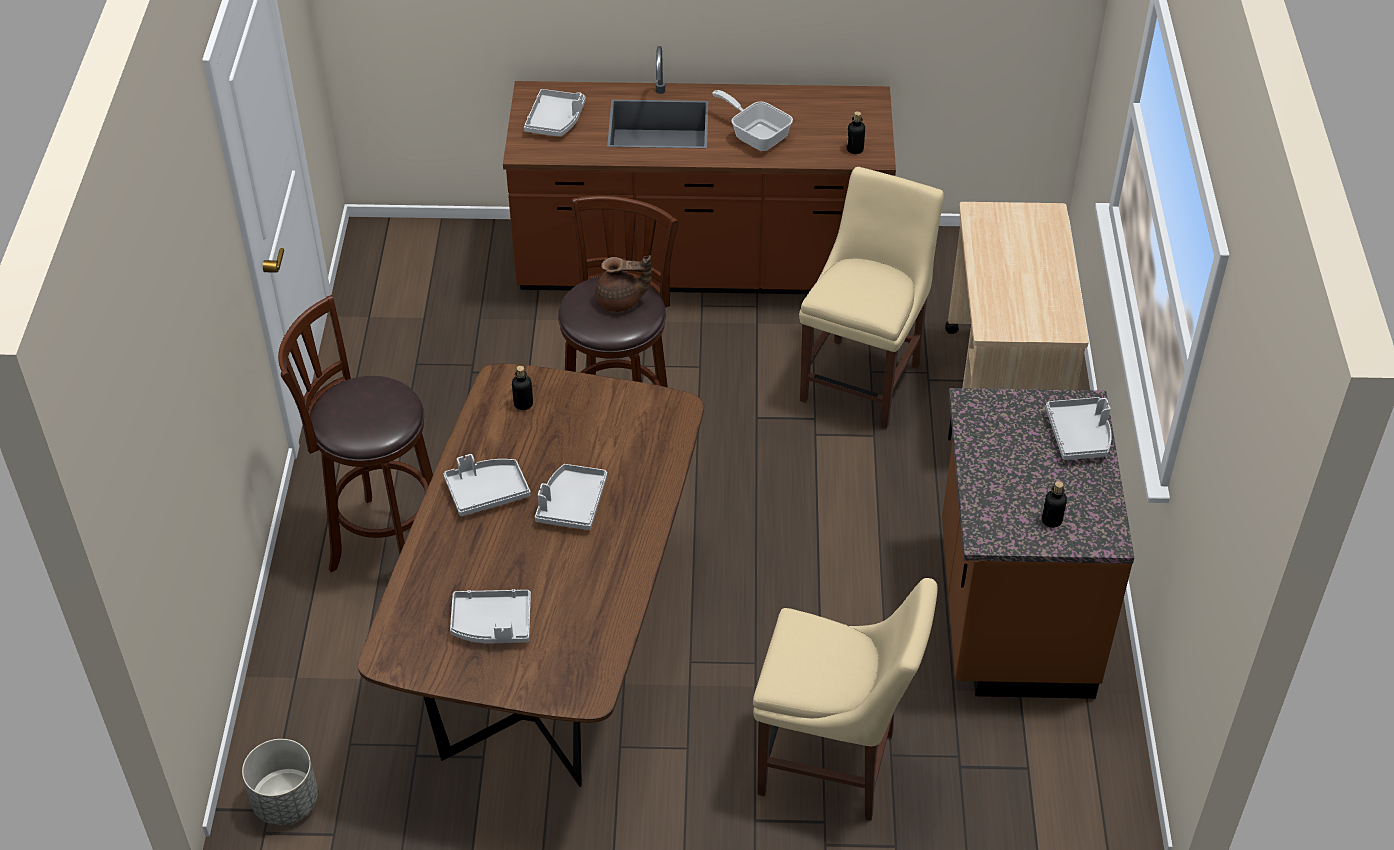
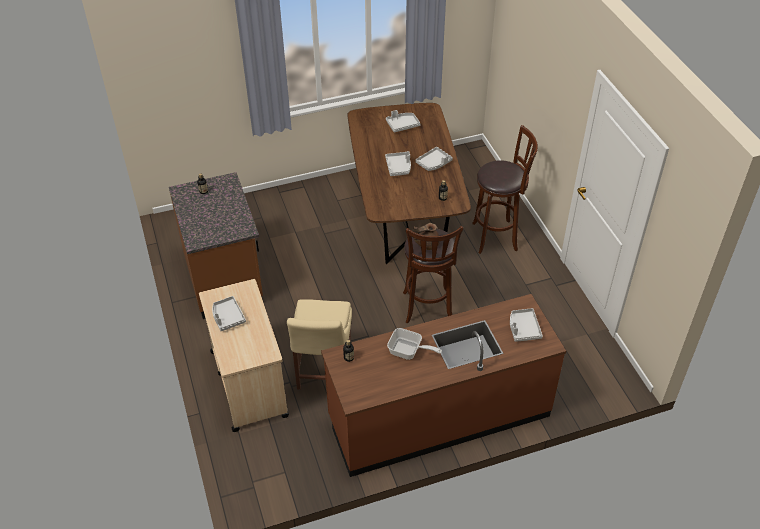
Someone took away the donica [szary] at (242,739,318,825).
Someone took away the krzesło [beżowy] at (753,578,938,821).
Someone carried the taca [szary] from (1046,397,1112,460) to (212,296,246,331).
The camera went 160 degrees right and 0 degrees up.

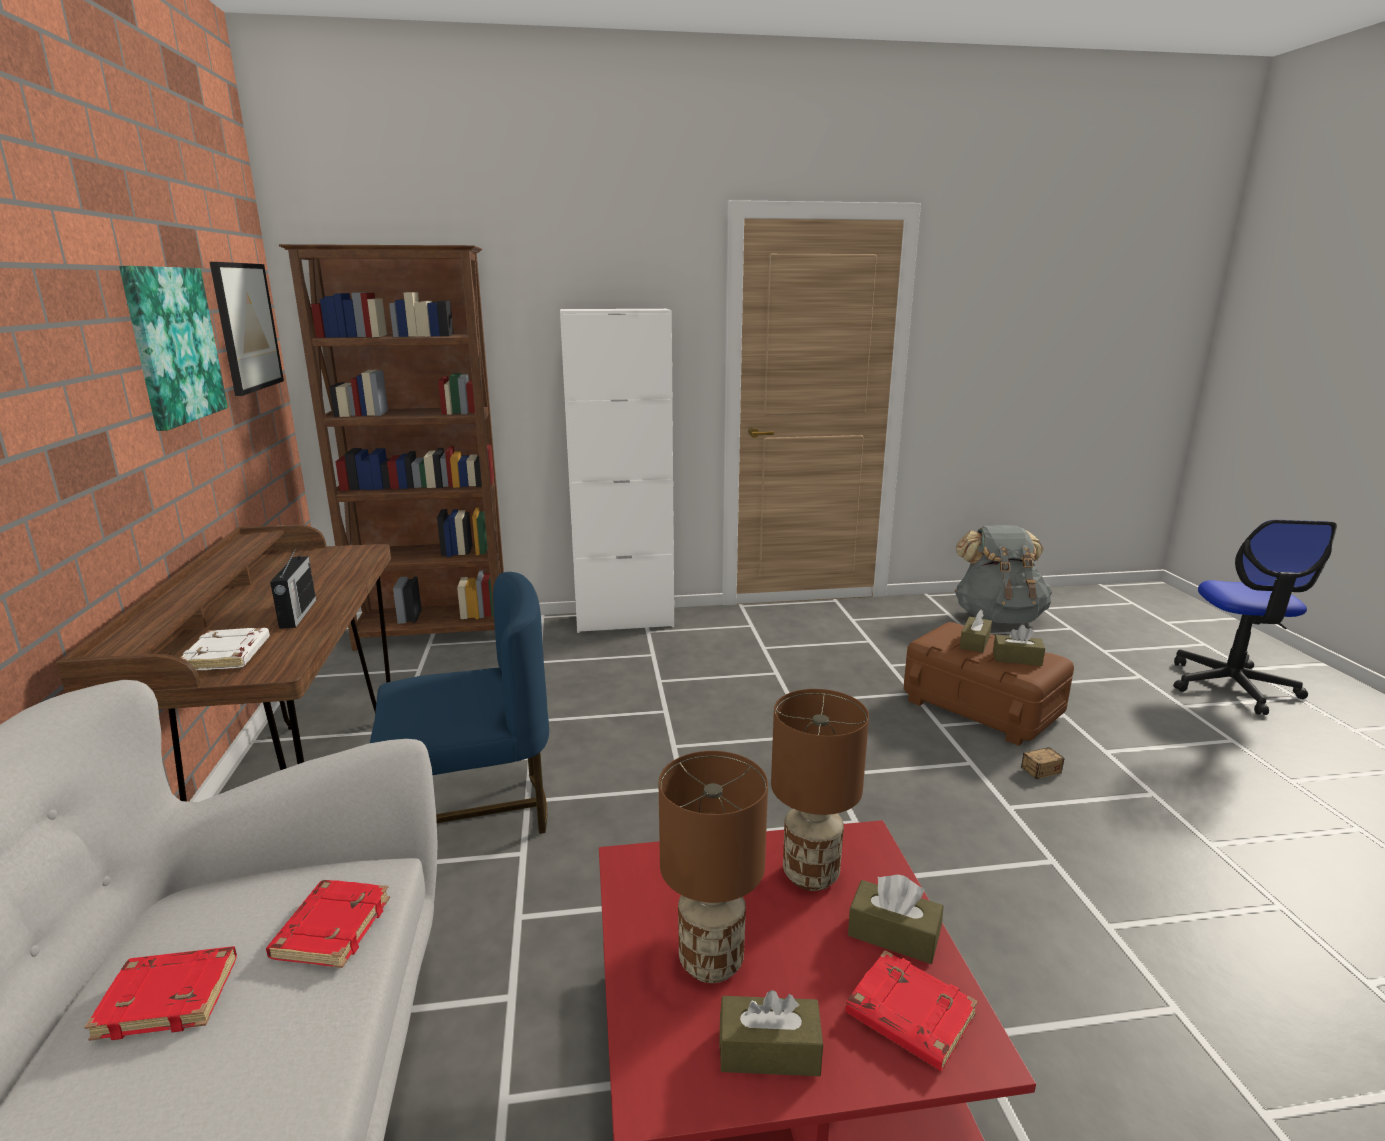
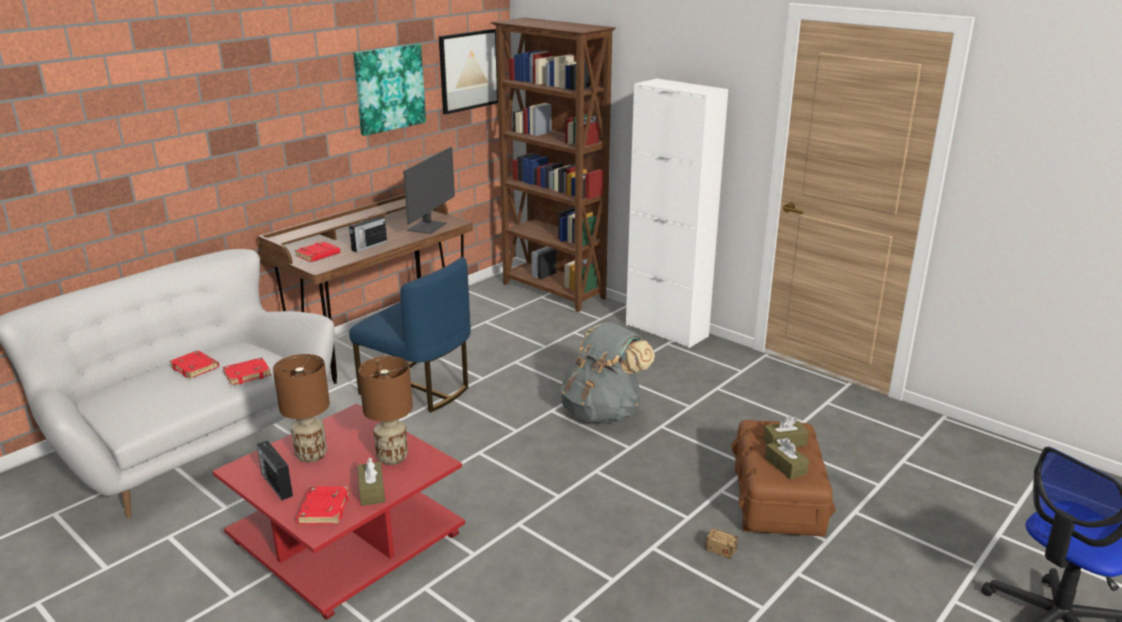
Someone repainted the książka [biały] at (181,627,270,670), which became the książka [czerwony] at (295,241,340,262).
Someone swapped the pudełko chusteczek [brązowy] at (719,990,823,1076) for the radio at (257,440,293,500).
Someone carried the plecak [szary] from (955,525,1052,624) to (560,322,655,423).
Someone put down the monitor at (403,147,455,234).
The camera went 50 degrees right and 5 degrees up.

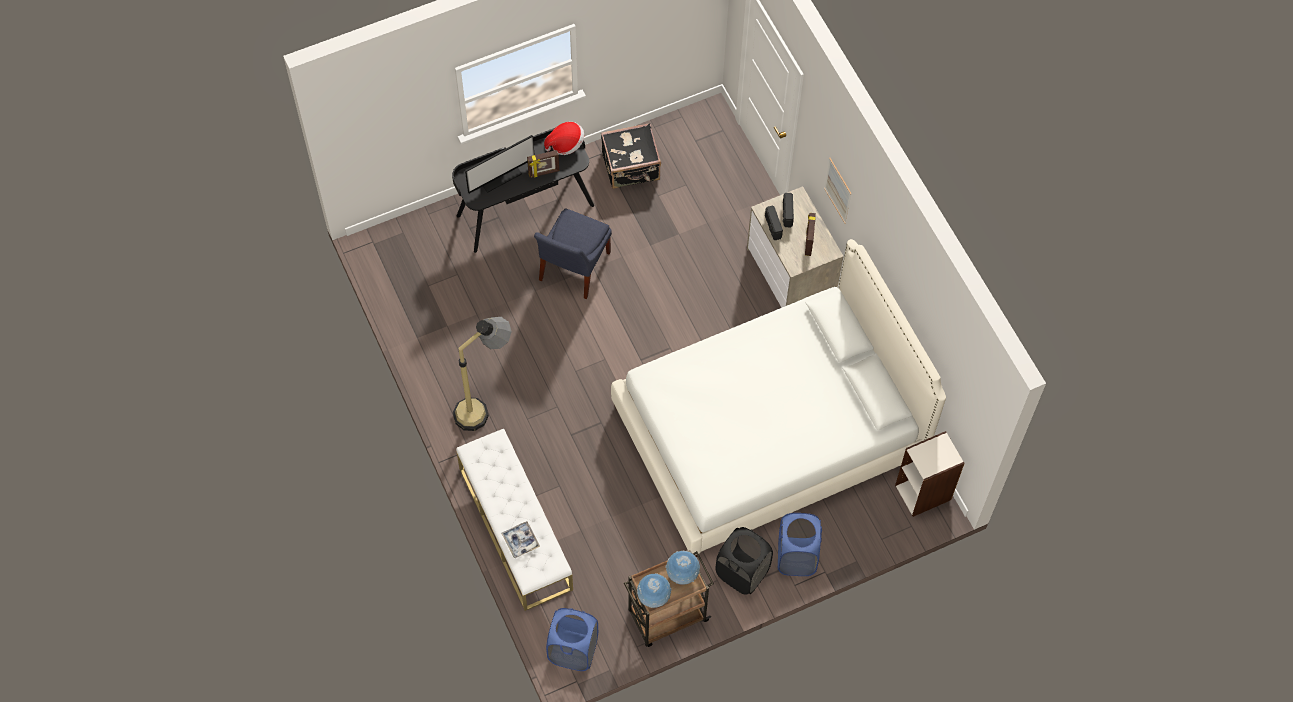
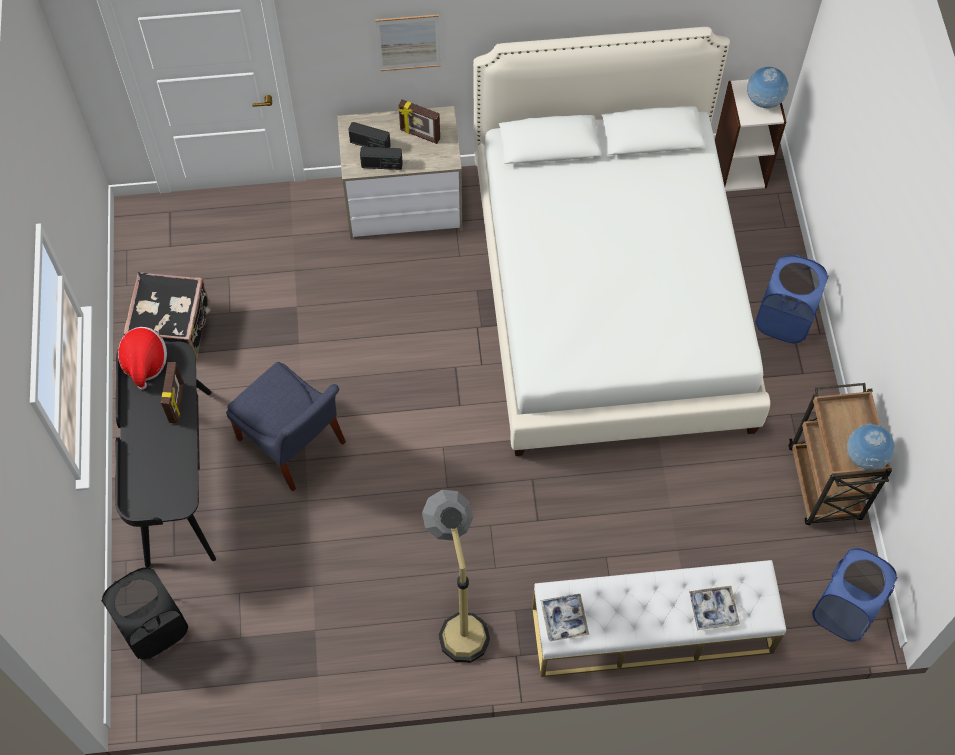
Someone took away the monitor at (465,135,535,193).
Someone carried the globus from (665,550,700,585) to (747,67,789,108).
Someone carried the kosz na pranie [czarny] from (715,527,773,595) to (101,567,188,659).
Someone put down the taca at (541,594,589,641).
The camera went 70 degrees left and 0 degrees up.

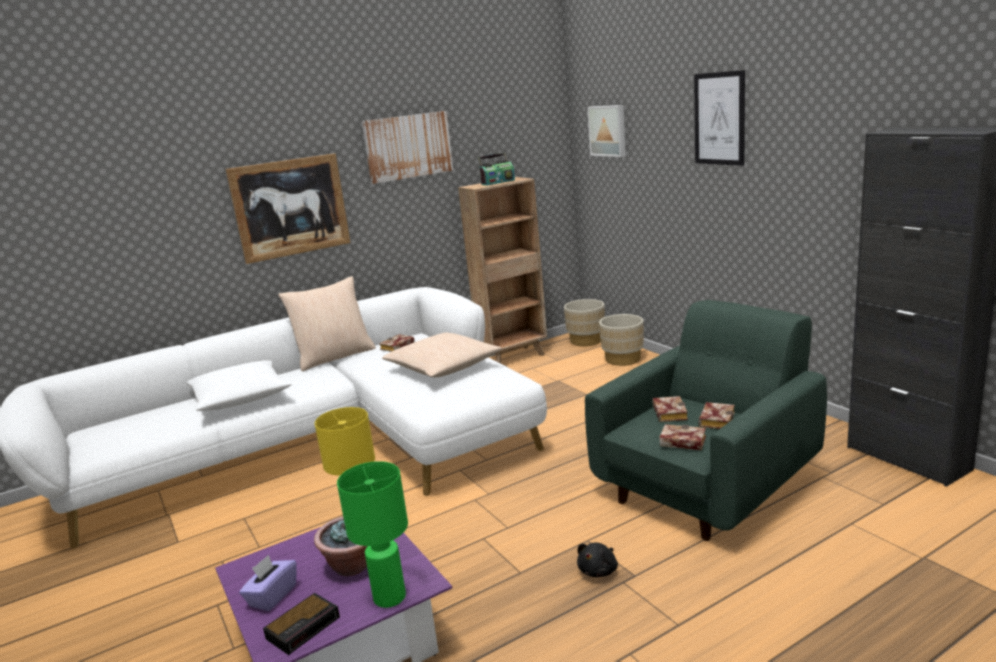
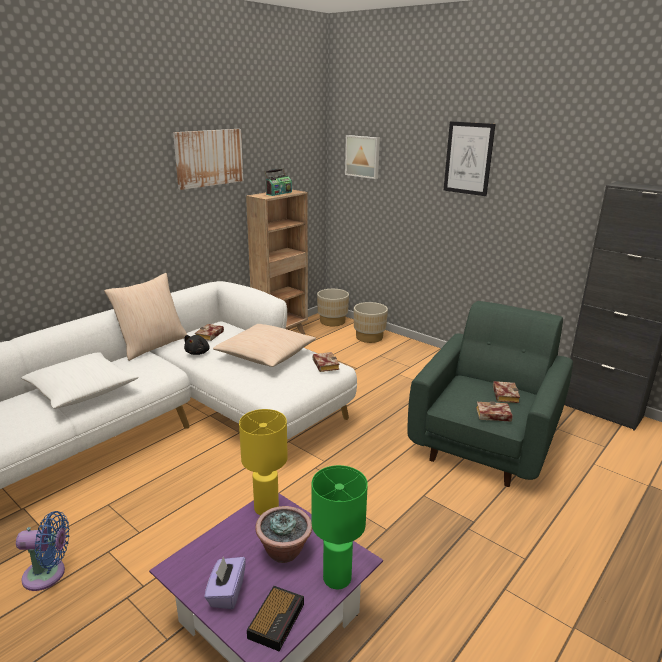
Someone took away the obraz at (226,153,350,264).
Someone carried the pluszak [czarny] from (577,542,618,577) to (184,335,210,355).
Someone carried the książka from (652,396,688,422) to (313,352,339,372).
Someone put down the wentylator [niebieski] at (16,511,70,591).
The camera went 20 degrees left and 5 degrees up.

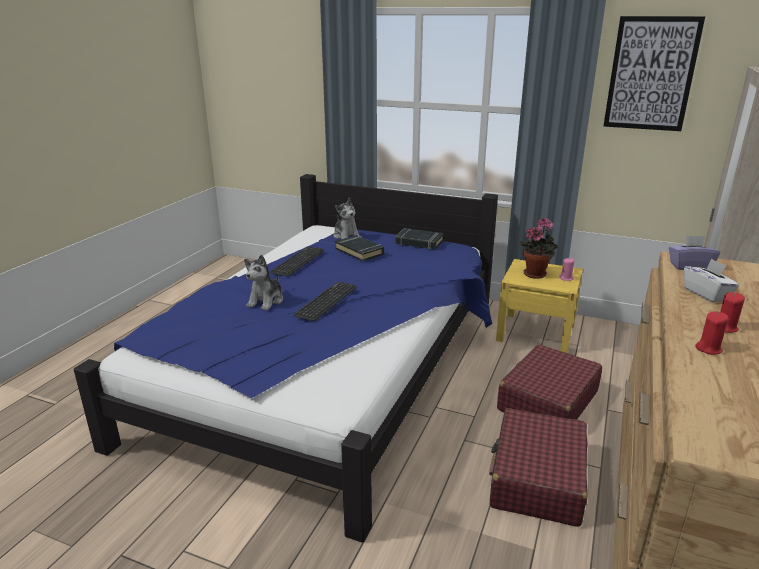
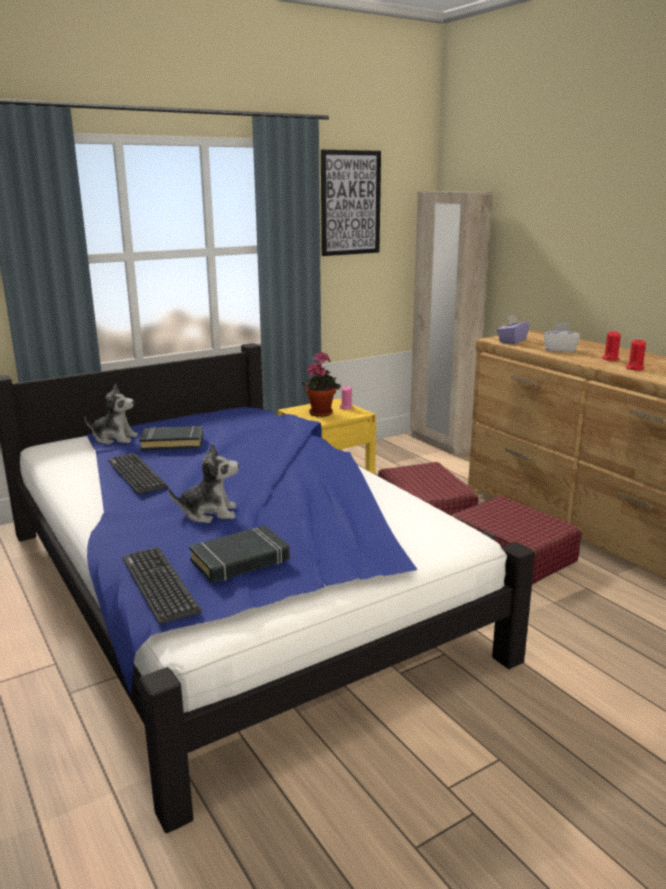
Someone rotated the pluszak at (244,255,283,310) by 60 degrees counterclockwise.
Someone carried the klawiatura from (293,282,357,321) to (123,547,202,624).
Someone carried the książka [czarny] from (395,228,444,249) to (189,525,290,583).
The camera went 55 degrees left and 5 degrees down.

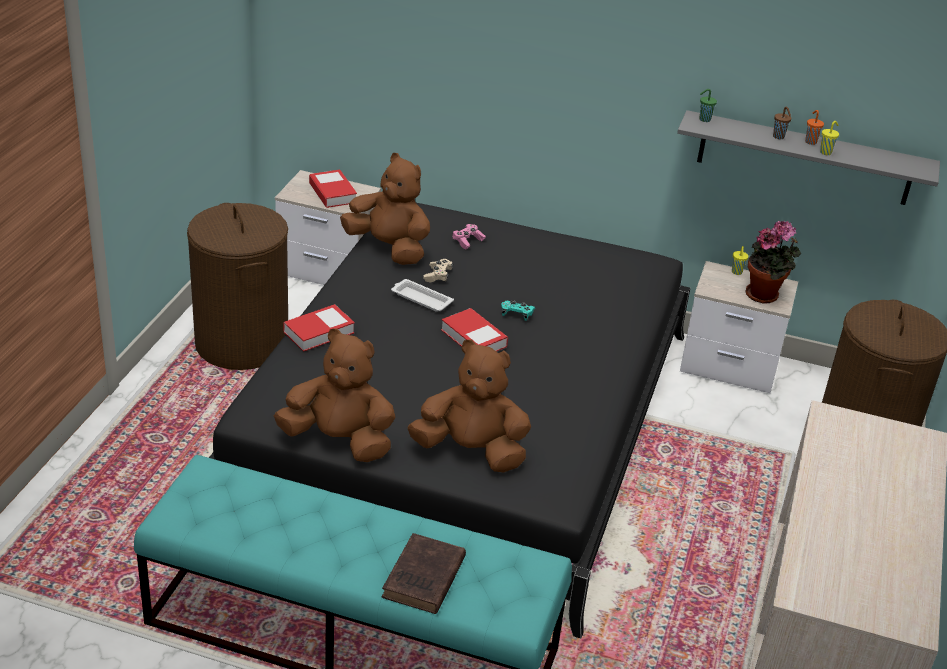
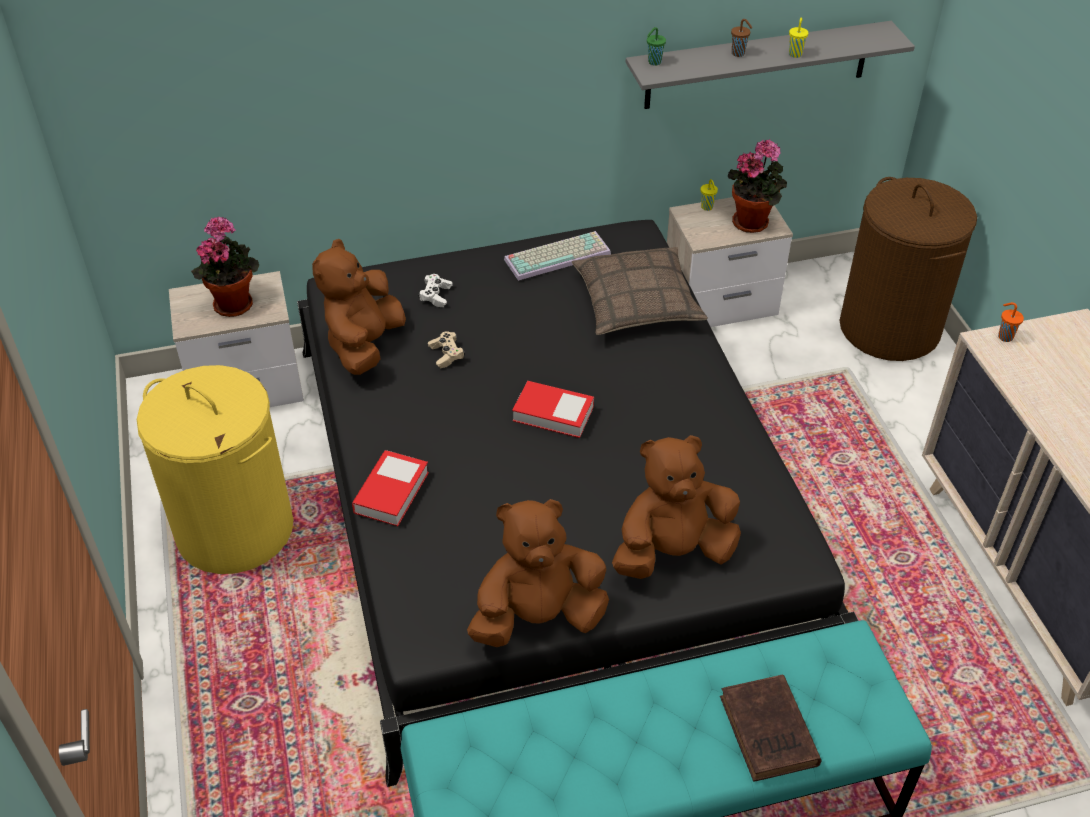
Someone repainted the kosz na pranie [brązowy] at (187,203,288,370), which became the kosz na pranie [żółty] at (137,365,294,574).
Someone swapped the książka at (309,170,357,208) for the roślina doniczkowa at (191,217,259,317).
Someone rotated the pluszak [brązowy] at (340,153,430,265) by 75 degrees counterclockwise.
Someone took away the taca [biały] at (391,279,454,312).
Someone repainted the pad do gier [różowy] at (452,224,486,249), which became the pad do gier [biały] at (418,274,453,307).
Someone took away the pad do gier [turkusowy] at (501,300,535,321).
Someone carried the filiżanka [pomarańczowy] from (805,110,824,145) to (998,302,1024,342).
Someone put down the klawiatura at (504,231,611,281).
Someone put down the poduszka at (572,247,708,335).
The camera went 30 degrees left and 10 degrees up.

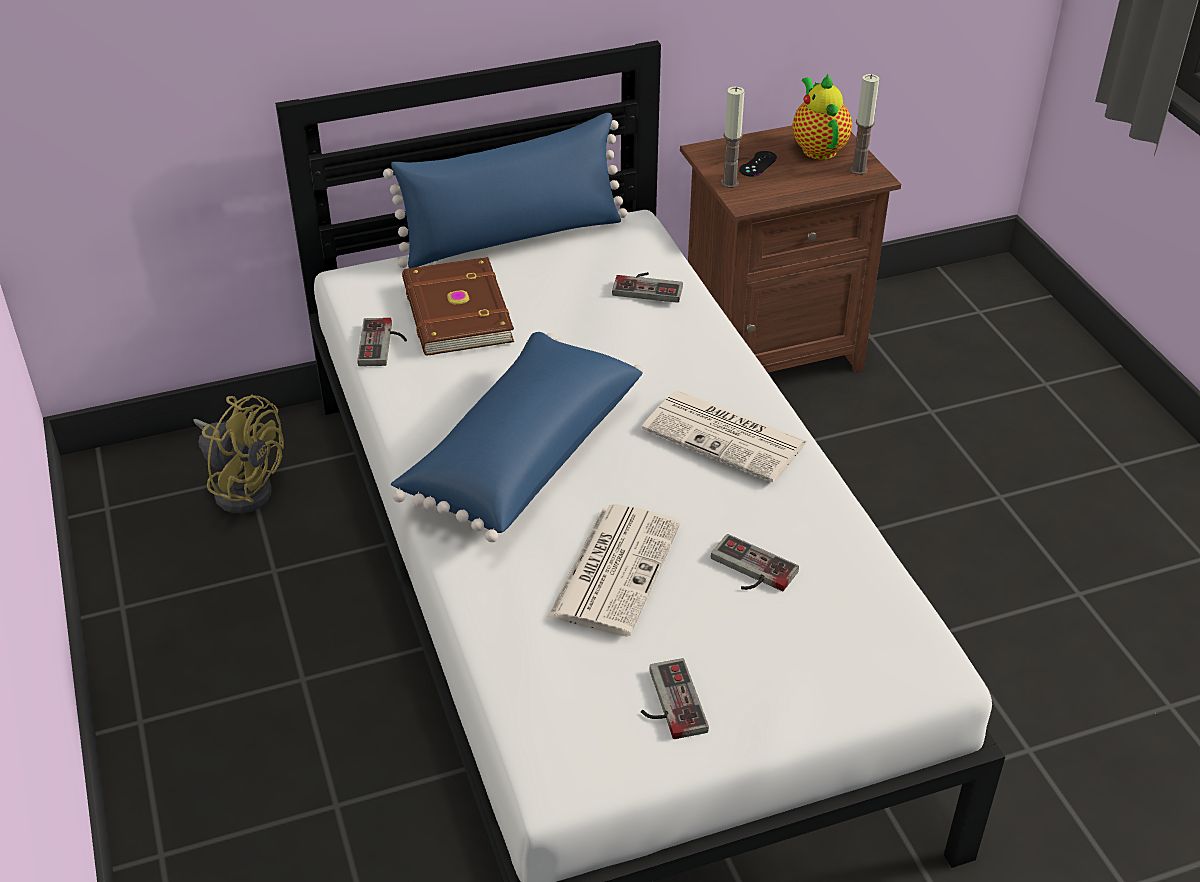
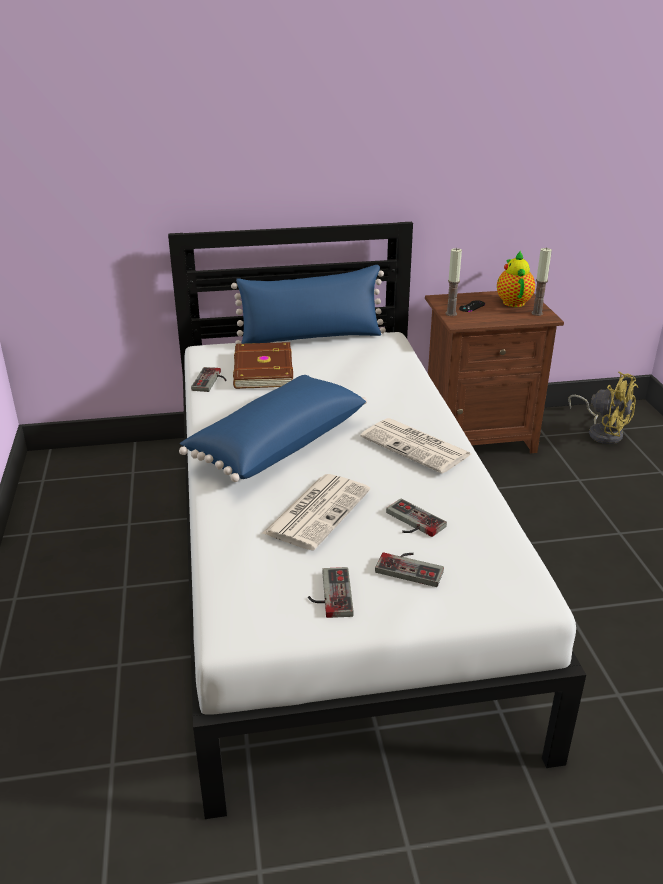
Someone carried the wentylator [żółty] from (193,395,284,513) to (568,372,638,444).
Someone carried the pad do gier from (612,272,683,303) to (375,553,444,587).
The camera went 10 degrees right and 10 degrees down.

